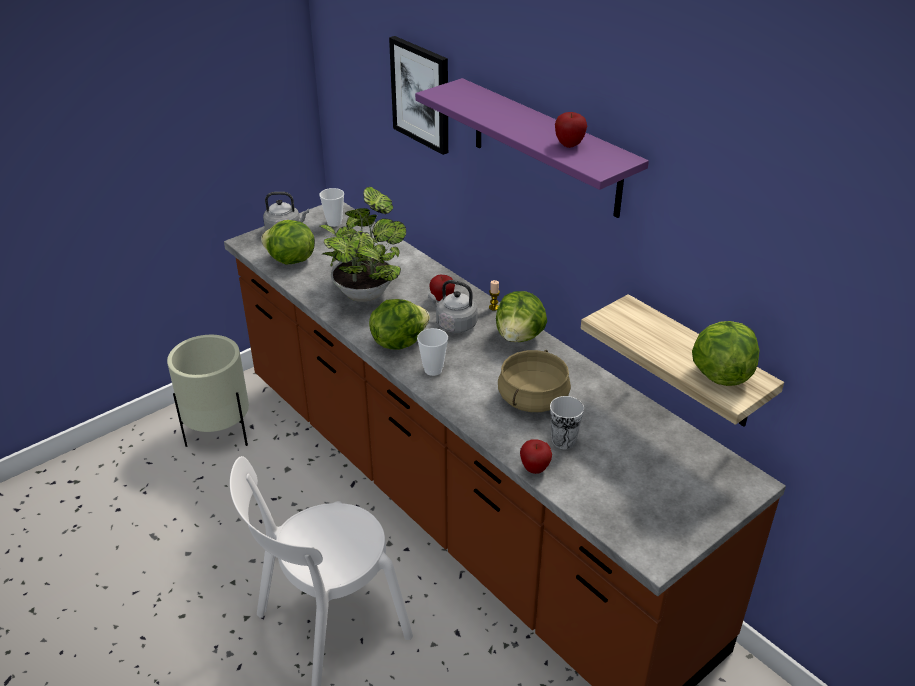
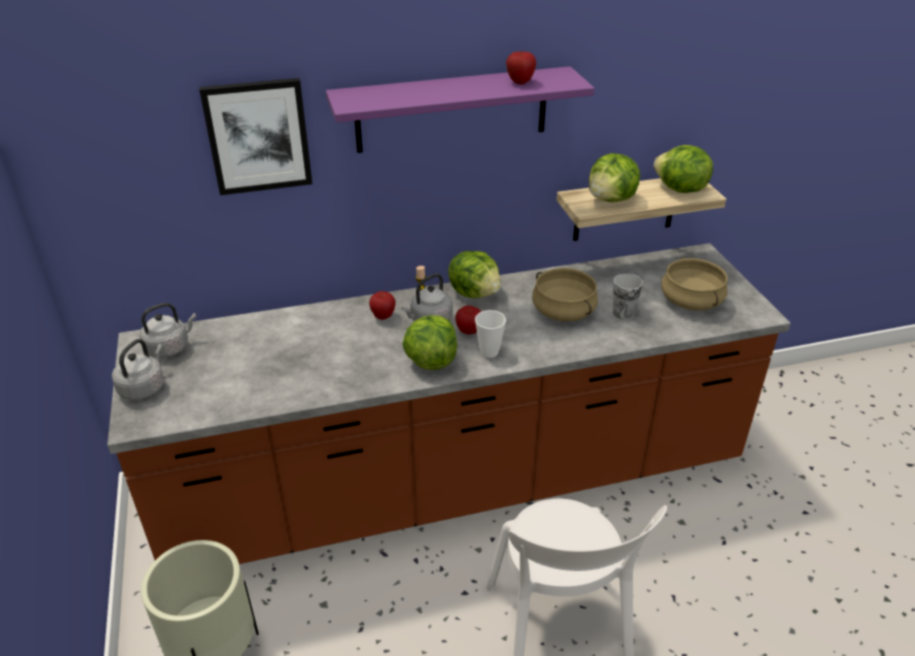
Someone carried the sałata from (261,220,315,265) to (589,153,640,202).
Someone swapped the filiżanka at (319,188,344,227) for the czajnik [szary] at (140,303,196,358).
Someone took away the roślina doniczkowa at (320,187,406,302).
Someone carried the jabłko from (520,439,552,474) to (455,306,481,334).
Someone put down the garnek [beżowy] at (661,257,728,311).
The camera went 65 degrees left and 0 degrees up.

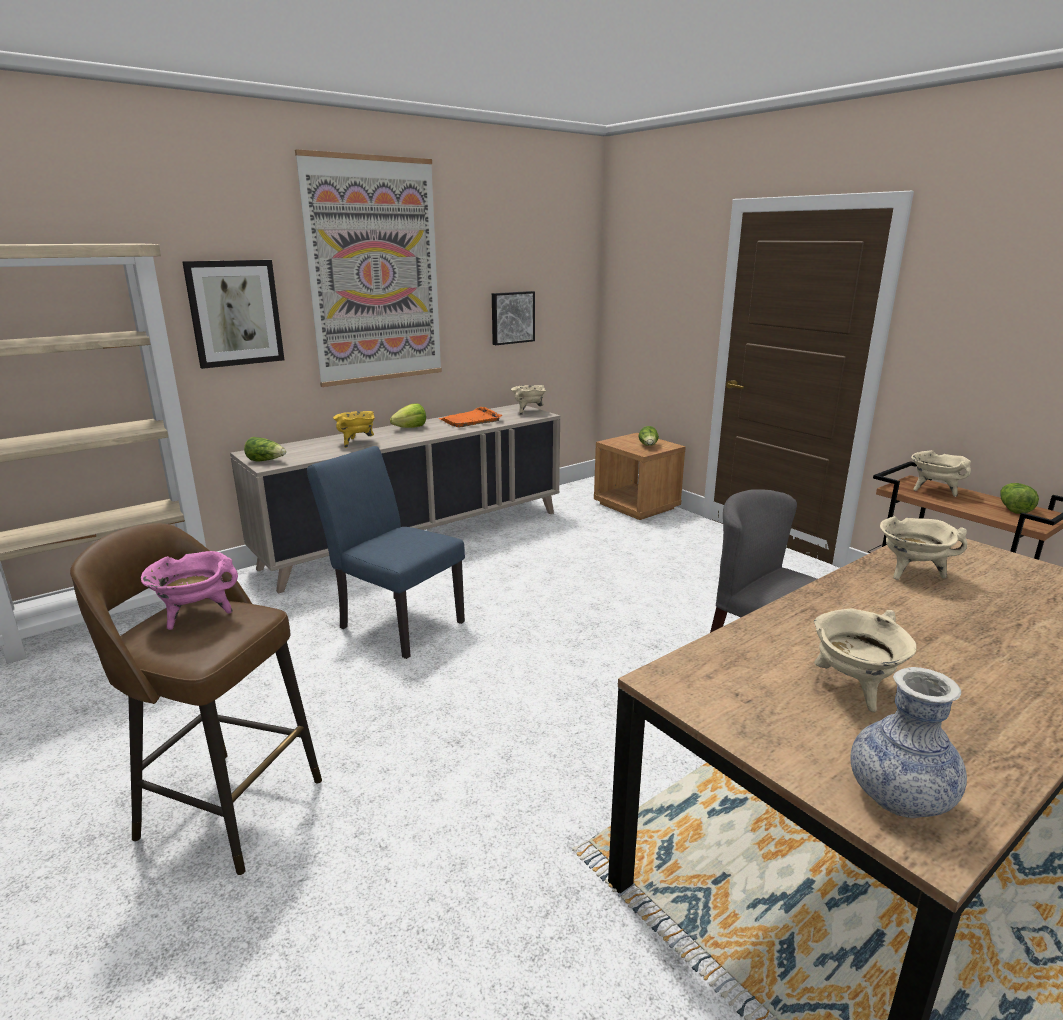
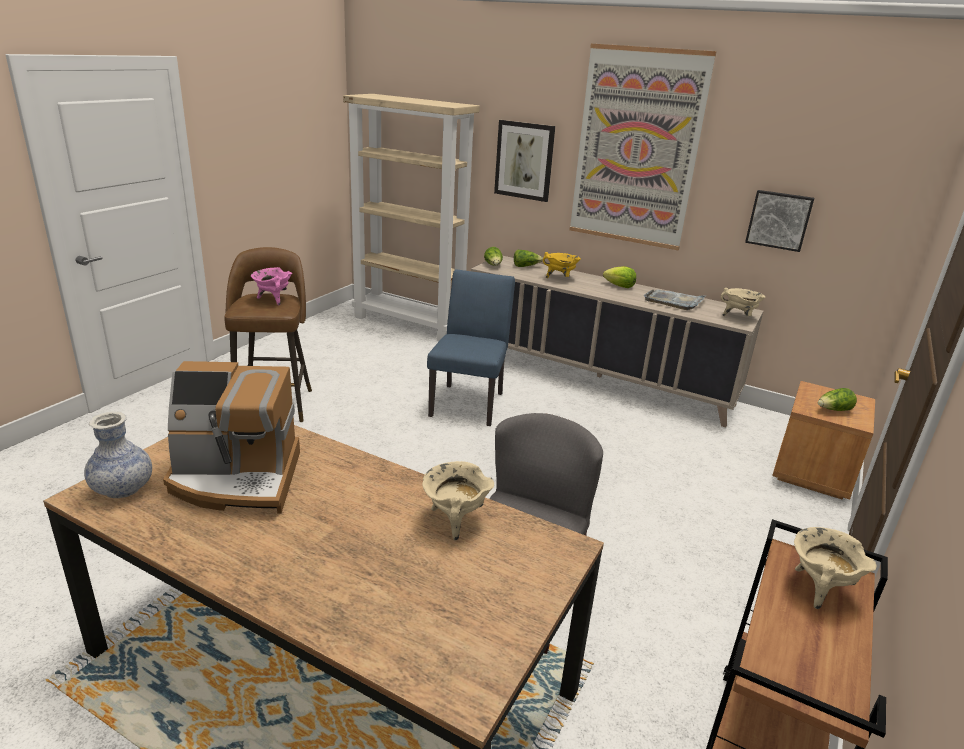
Someone repainted the taca [pomarańczowy] at (438,407,502,427), which became the taca [szary] at (643,289,707,310).
Someone swapped the garnek [beżowy] at (814,609,917,712) for the ekspres do kawy at (163,361,300,513).
Someone carried the sałata from (1000,483,1039,514) to (514,250,543,267).
The camera went 65 degrees right and 5 degrees up.

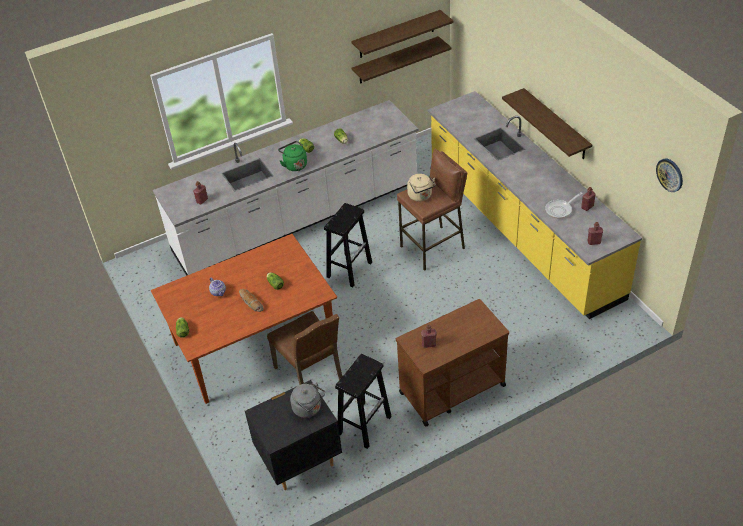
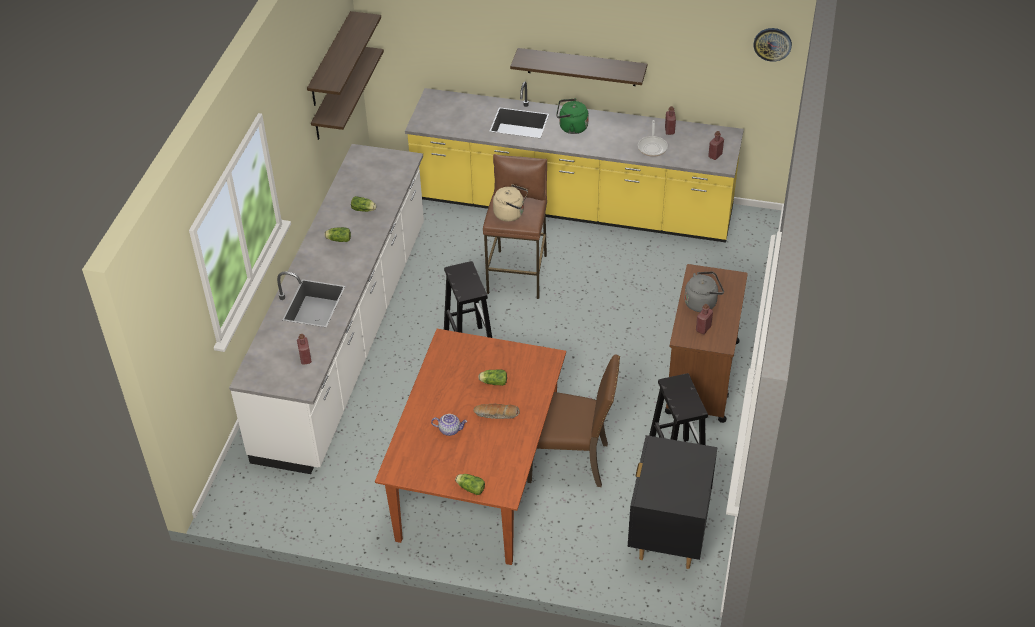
Someone carried the czajnik [zielony] from (278,141,307,171) to (556,98,589,134).
Someone carried the czajnik [szary] from (290,382,325,418) to (684,272,724,312).
The camera went 50 degrees left and 0 degrees up.

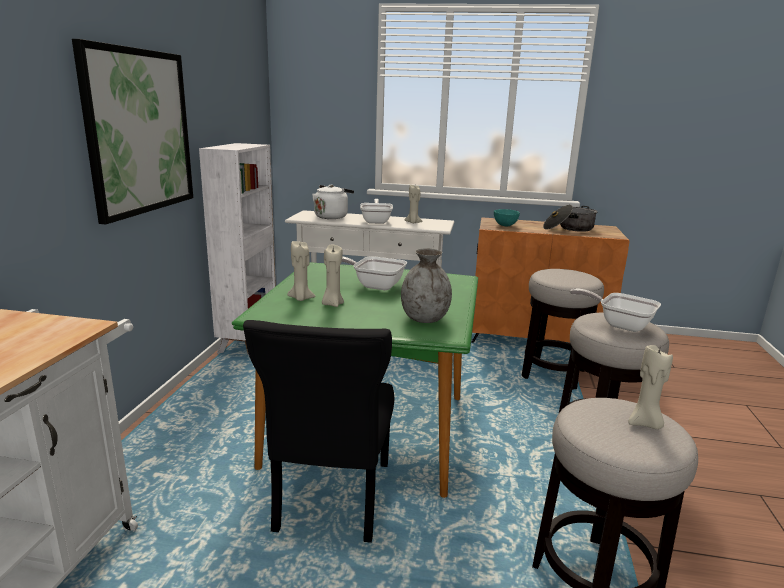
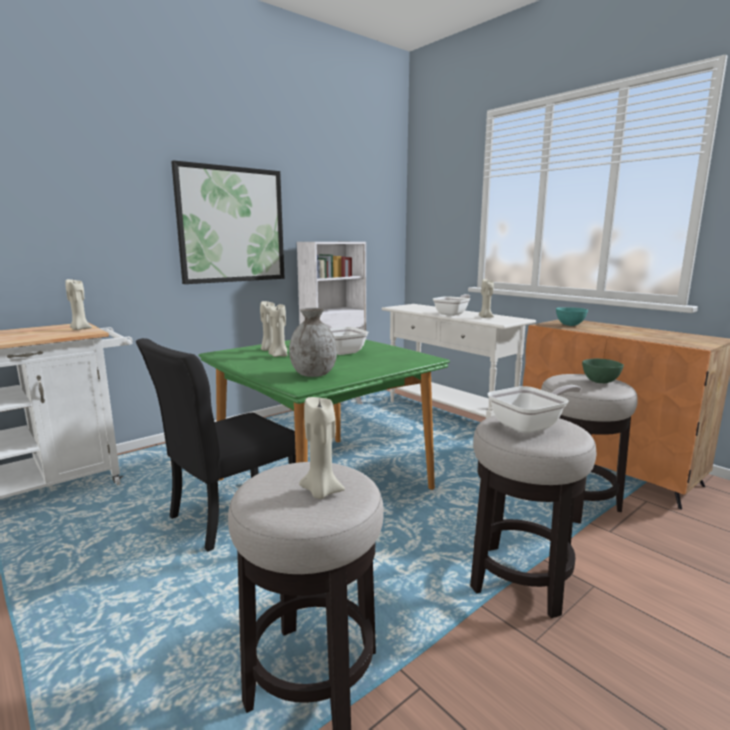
Someone took away the czajnik [biały] at (312,185,354,219).
Someone took away the garnek at (543,205,598,232).
Someone rotated the patelnia at (570,289,661,332) by 75 degrees clockwise.
Someone put down the świeca [beżowy] at (65,278,92,330).
Someone put down the miska [zielony] at (582,359,624,383).
The camera went 40 degrees right and 5 degrees down.

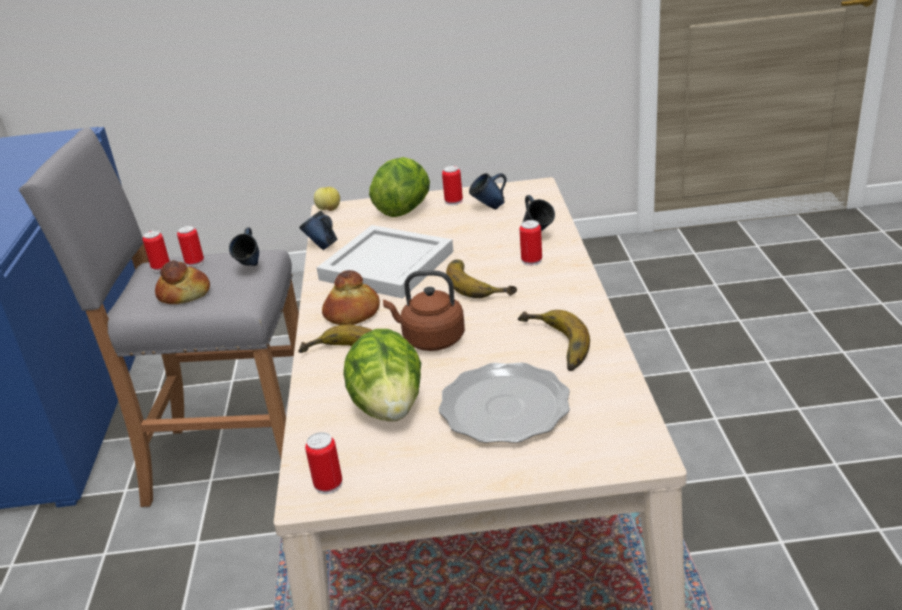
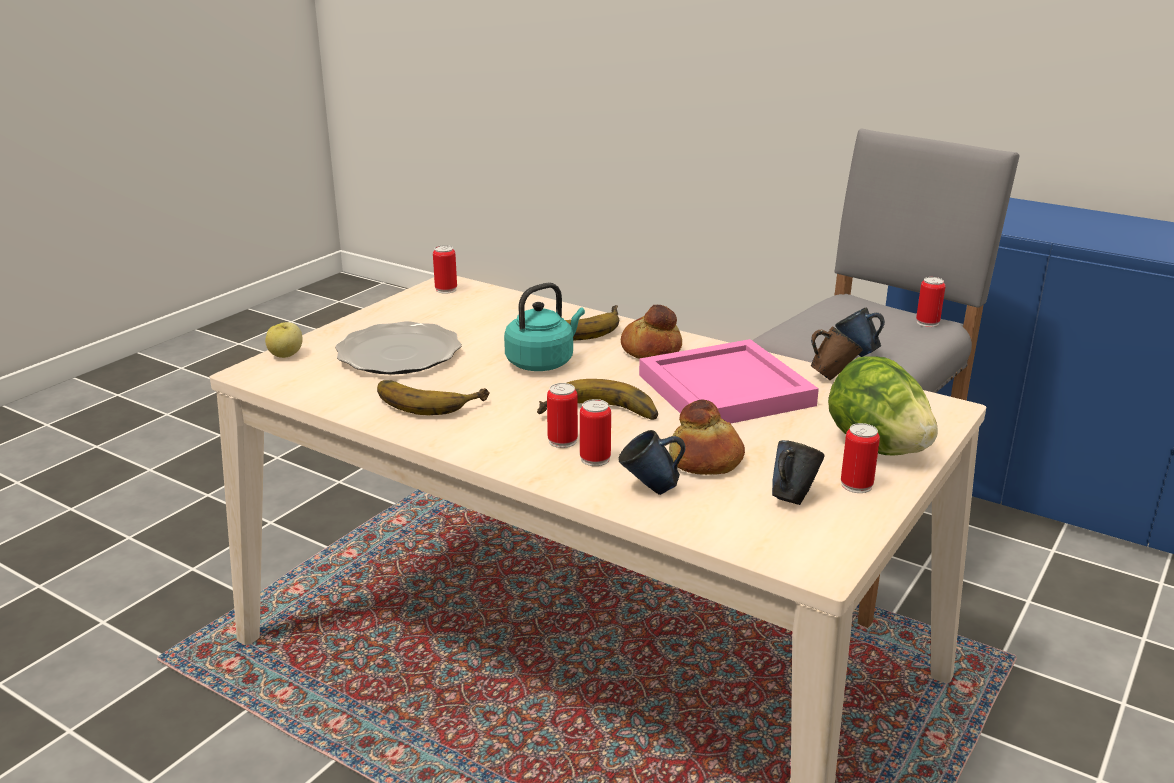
Someone carried the chleb from (155,260,210,304) to (669,400,745,475).
Someone carried the puszka from (177,225,204,267) to (547,383,578,448).
Someone repainted the kubek [niebieski] at (299,211,338,250), which became the kubek [brązowy] at (811,327,863,380).
Someone carried the jabłko from (314,187,340,211) to (265,322,303,358).
Someone repainted the taca [biały] at (317,225,453,299), which became the taca [różowy] at (639,339,819,423).
Someone took away the sałata at (343,329,421,422).
Someone repainted the czajnik [brązowy] at (383,270,465,351), which became the czajnik [turkusowy] at (504,282,585,371).
The camera went 125 degrees right and 5 degrees down.

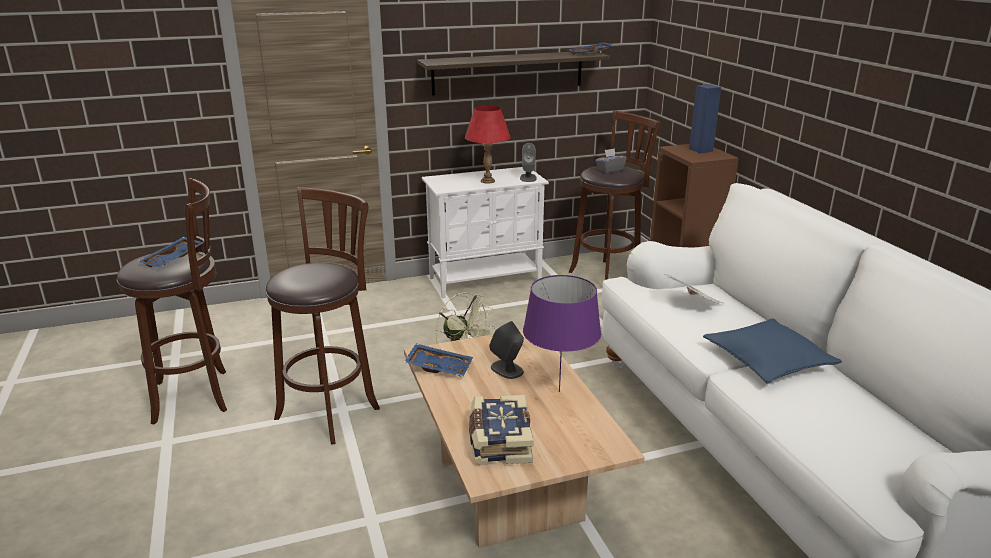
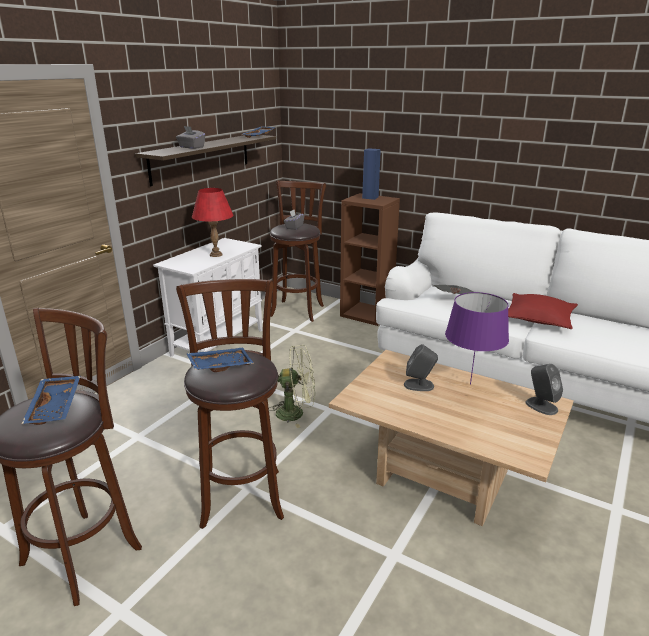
Someone carried the taca [niebieski] from (404,344,473,377) to (186,348,254,372).
Someone took away the książka at (469,395,534,465).
Someone carried the głośnik [szary] from (520,143,537,182) to (525,364,563,415).
Someone repainted the poduszka [niebieski] at (703,318,842,384), which became the poduszka [czerwony] at (508,293,578,329).
Someone put down the pudełko chusteczek [szary] at (176,126,205,149).
The camera went 40 degrees left and 0 degrees up.

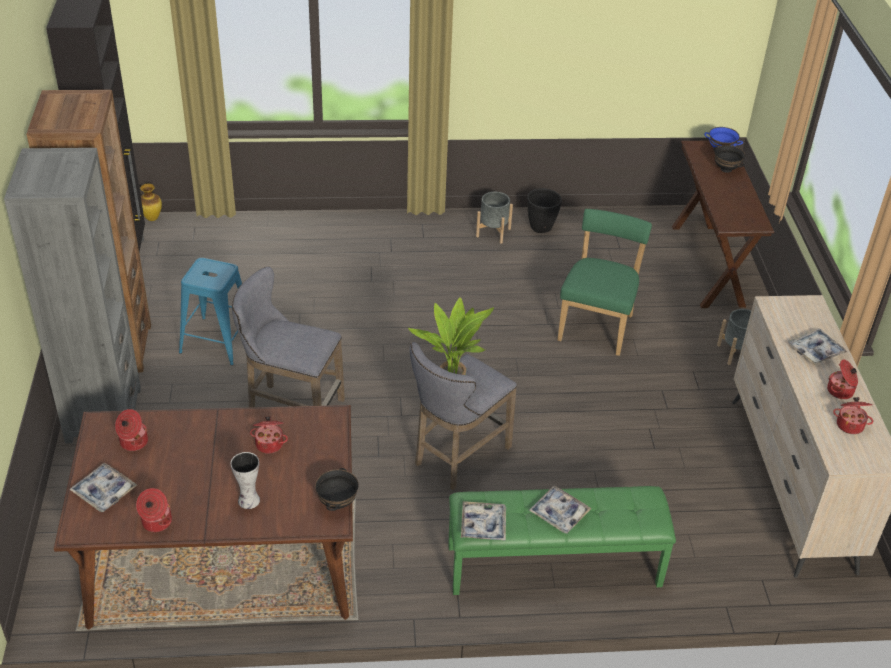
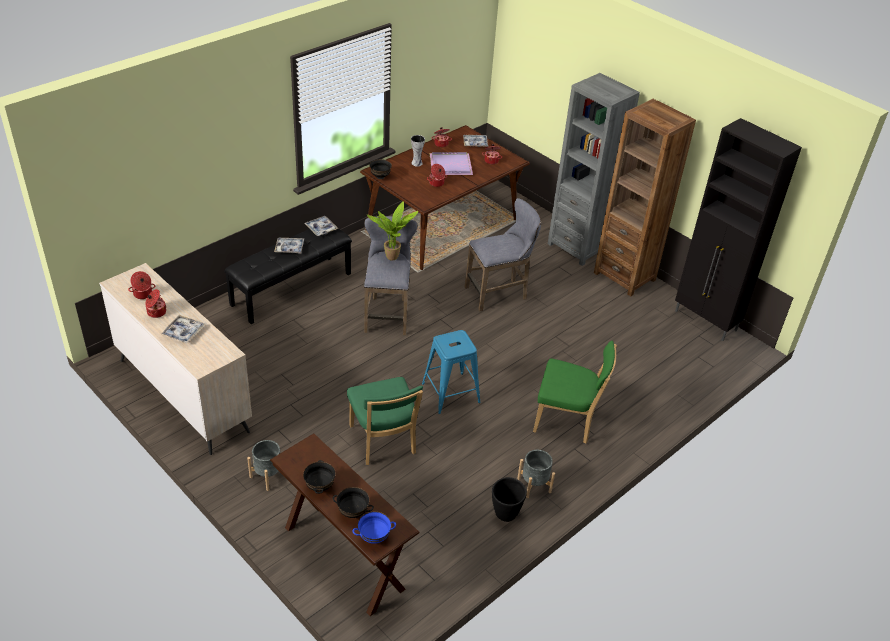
Someone took away the wazon at (140,184,162,221).
Someone carried the stołek [niebieski] from (179,258,242,365) to (422,330,481,414).
Someone repainted the ławka [zielony] at (448,486,676,595), which became the ławka [czarny] at (224,229,352,324).
Someone put down the miska [czarny] at (303,460,336,494).
Someone put down the taca [fioletowy] at (429,152,473,175).
Someone put down the krzesło [zielony] at (533,340,617,443).
The camera went 140 degrees right and 0 degrees up.

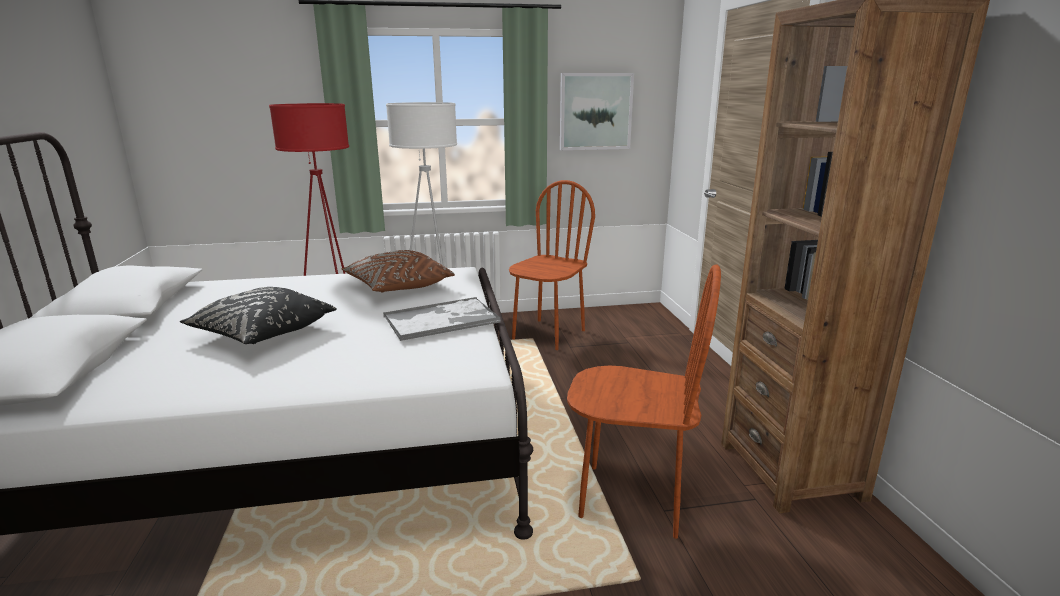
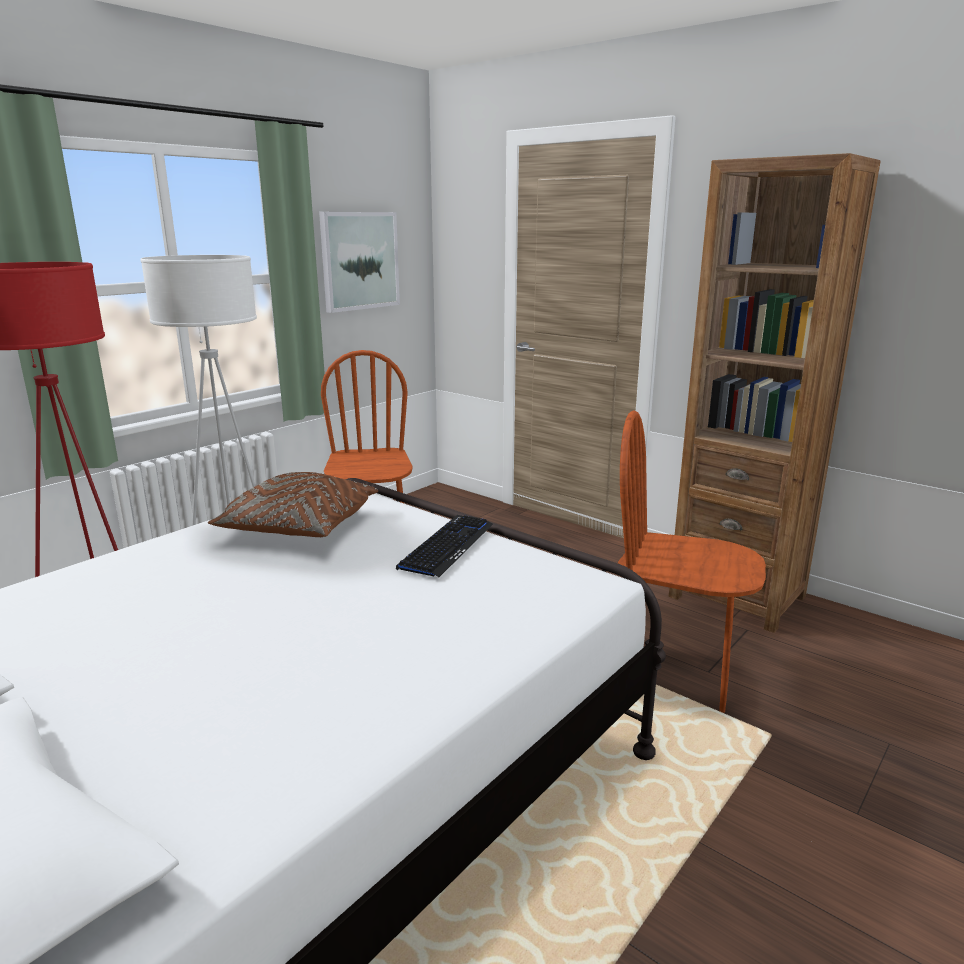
Someone took away the poduszka [czarny] at (180,287,337,344).
Someone swapped the taca at (383,297,501,341) for the klawiatura at (396,515,493,577).
Someone rotated the krzesło [brązowy] at (567,264,721,539) by 135 degrees counterclockwise.
The camera went 40 degrees left and 0 degrees up.

